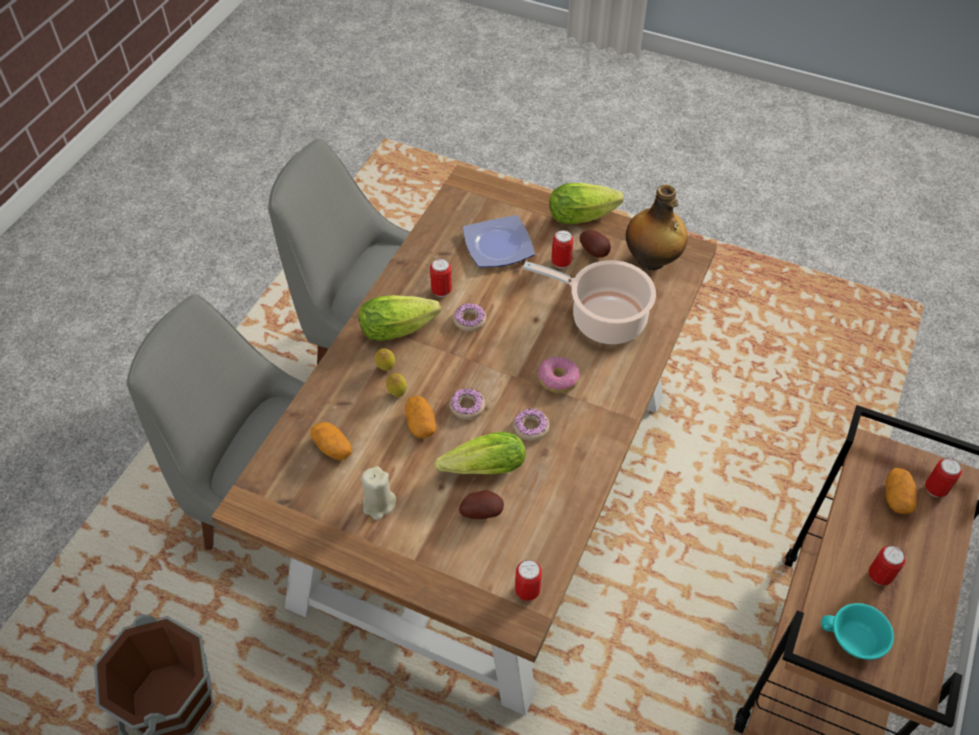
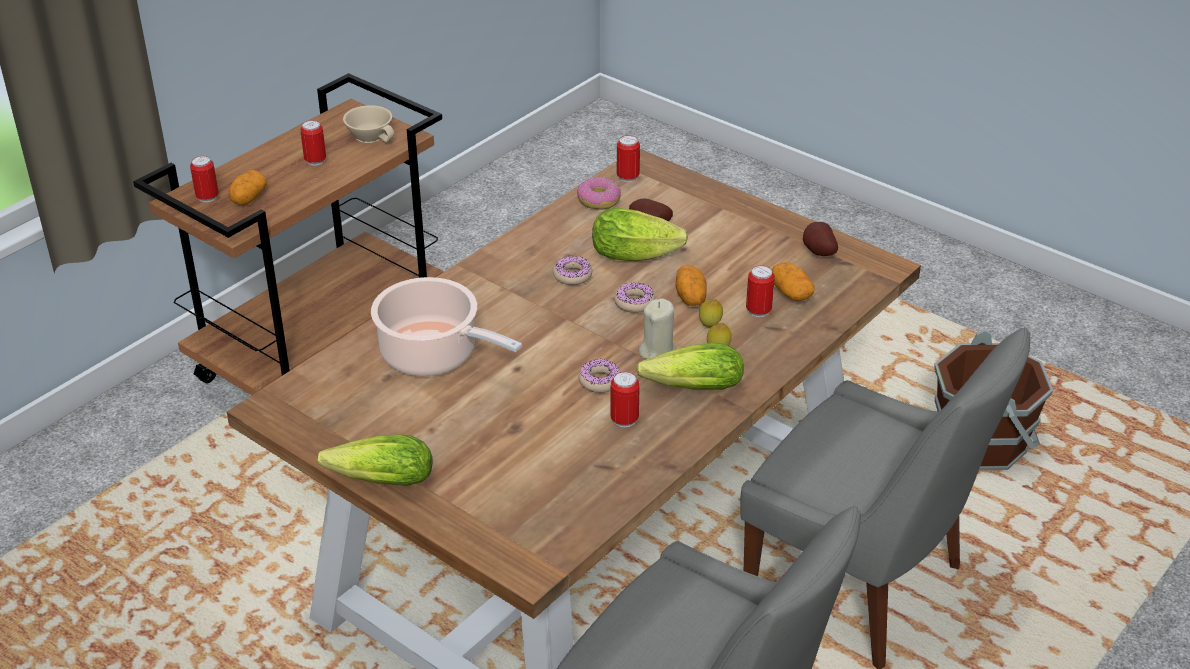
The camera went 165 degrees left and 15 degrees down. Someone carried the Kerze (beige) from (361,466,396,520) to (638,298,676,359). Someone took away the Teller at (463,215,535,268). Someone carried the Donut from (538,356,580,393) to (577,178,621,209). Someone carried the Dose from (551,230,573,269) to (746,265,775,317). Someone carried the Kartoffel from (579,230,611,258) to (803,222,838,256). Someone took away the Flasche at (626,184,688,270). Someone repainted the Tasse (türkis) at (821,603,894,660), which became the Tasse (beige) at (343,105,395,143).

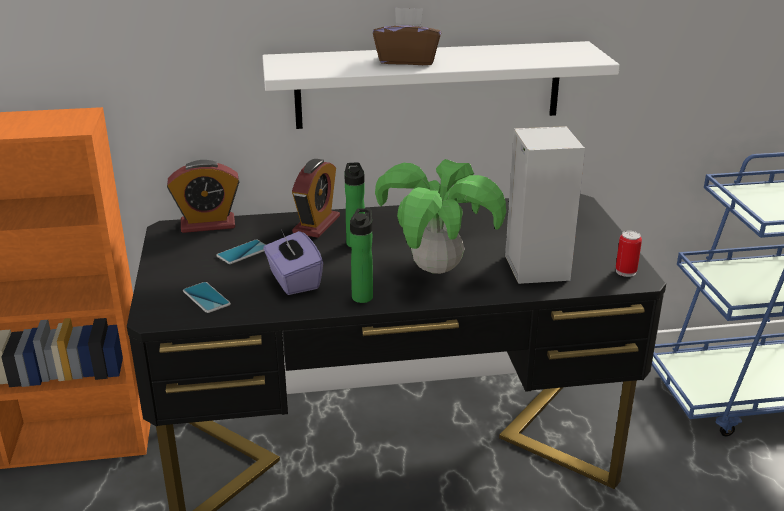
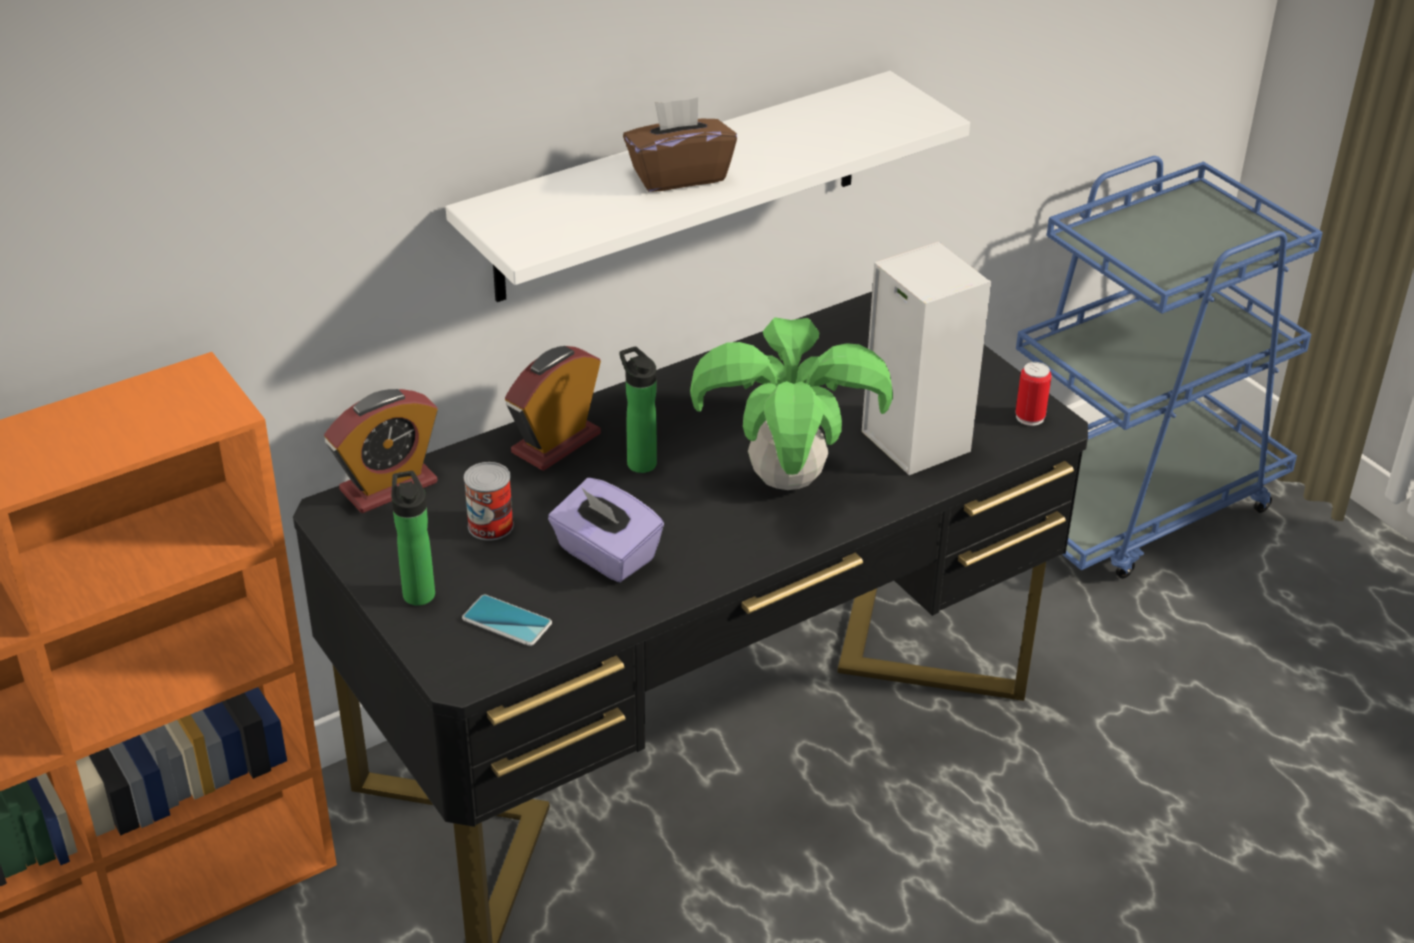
The camera went 25 degrees left and 10 degrees up. Someone swapped the Handy at (216,240,266,264) for the Dose at (464,462,514,540). Someone rotated the Wecker at (292,159,340,238) by 135 degrees counterclockwise. Someone carried the Flasche from (350,208,373,303) to (391,471,435,606).

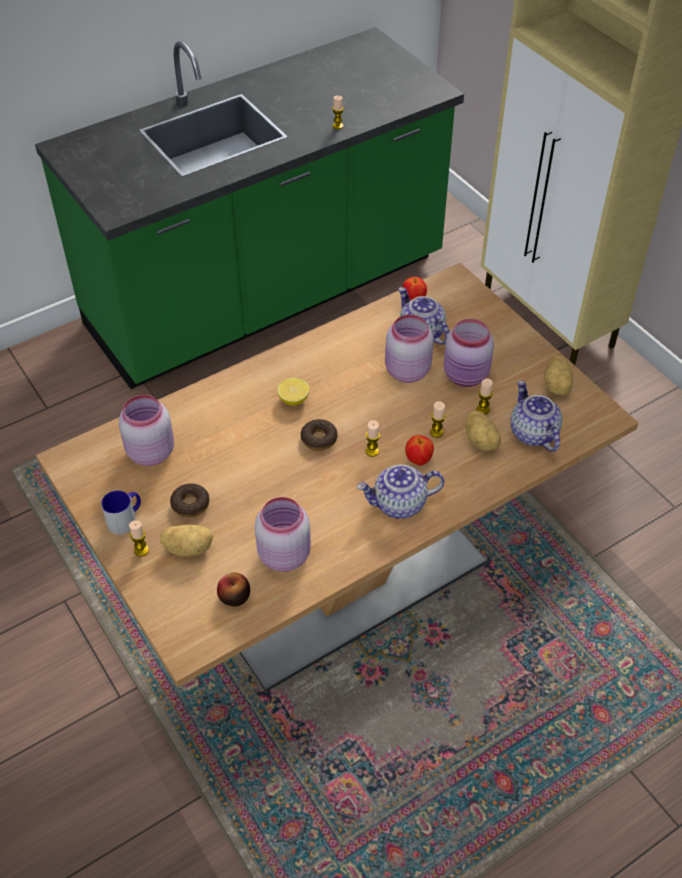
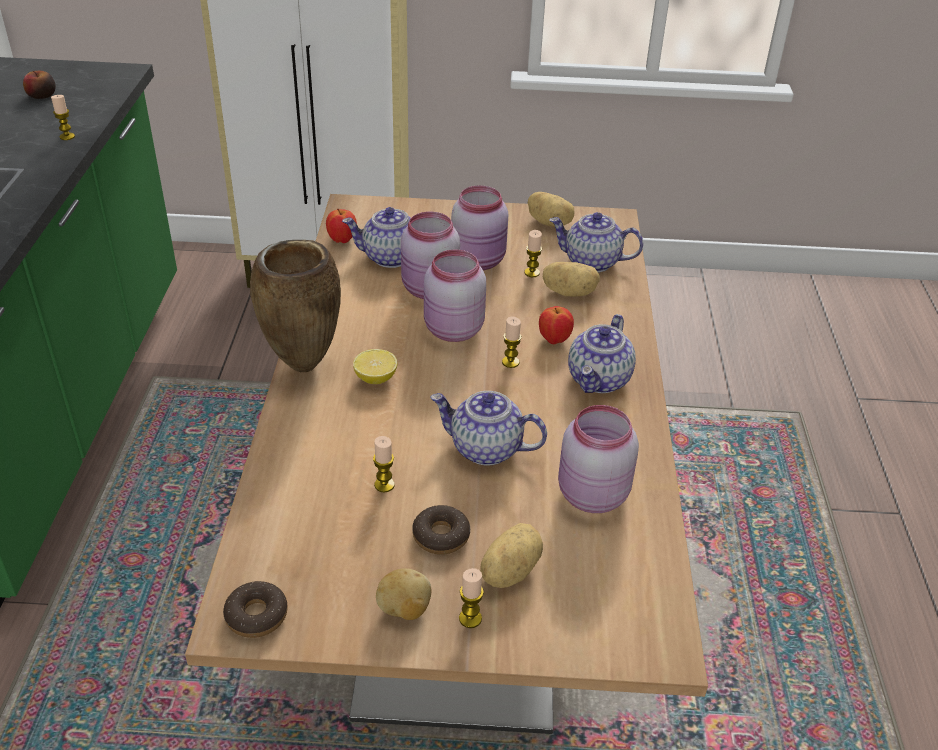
The camera went 55 degrees left and 10 degrees down. Someone swapped the Henkelbecher at (101,490,141,534) for the Kartoffel at (376,568,432,620). Someone carried the Vorratsglas (rosa) from (119,395,174,466) to (424,250,486,342). Someone carried the Apfel from (217,572,250,607) to (23,71,56,99). Someone carried the Donut from (301,419,338,451) to (223,581,288,638). Someone carried the Kerze from (430,401,445,438) to (373,436,395,492). Someone put down the Vase (braun) at (250,240,341,372). Someone put down the Teekanne at (430,391,547,466).

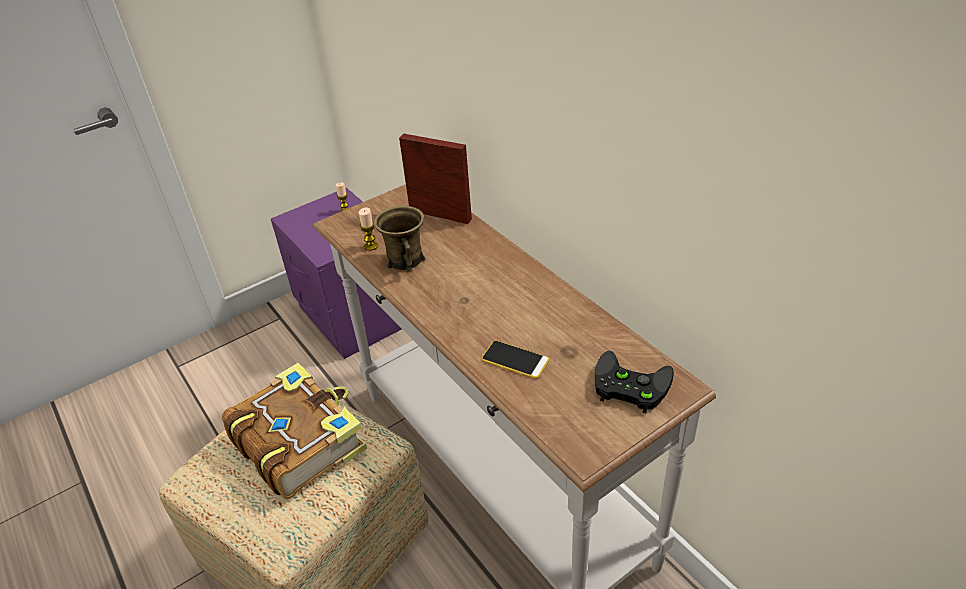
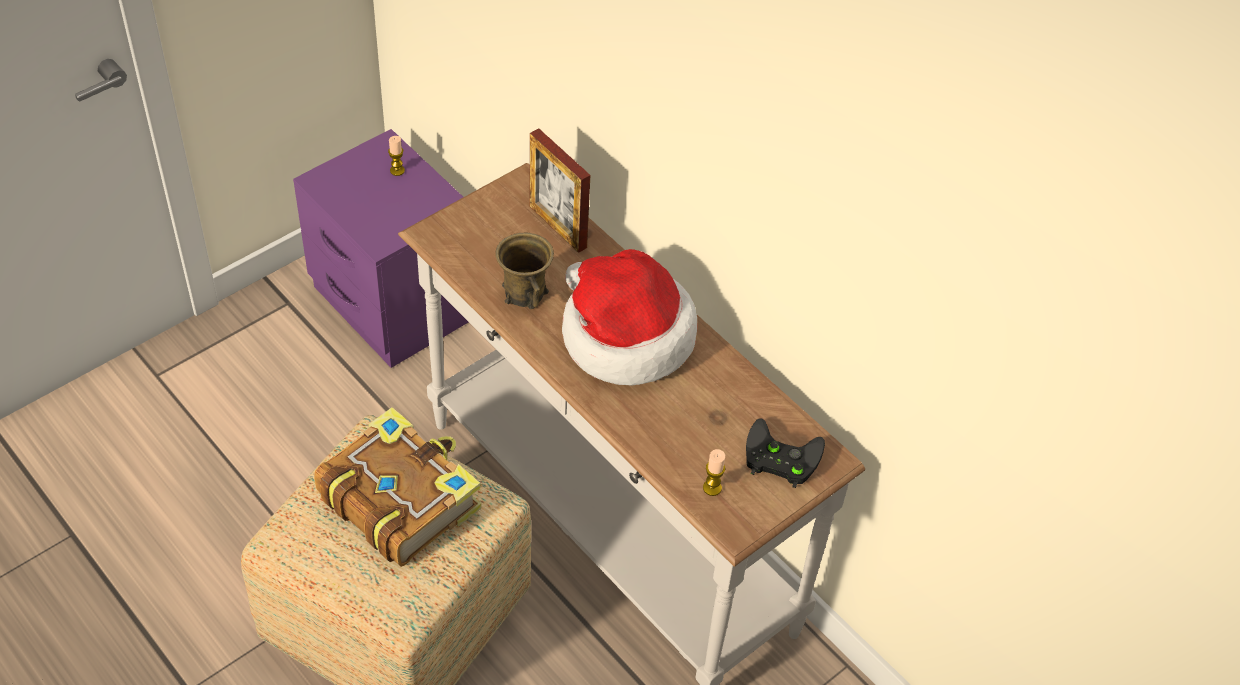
The camera went 10 degrees left and 10 degrees up. Someone carried the Kerze from (359,208,378,251) to (703,449,725,496). Someone rotated the Bilderrahmen at (399,134,472,224) by 150 degrees counterclockwise. Someone took away the Handy at (481,340,549,379). Someone put down the Hut at (562,249,697,386).

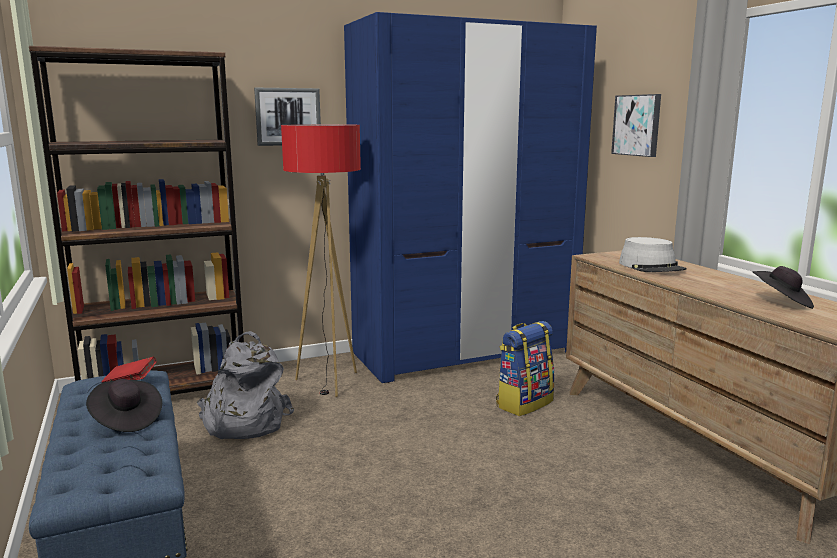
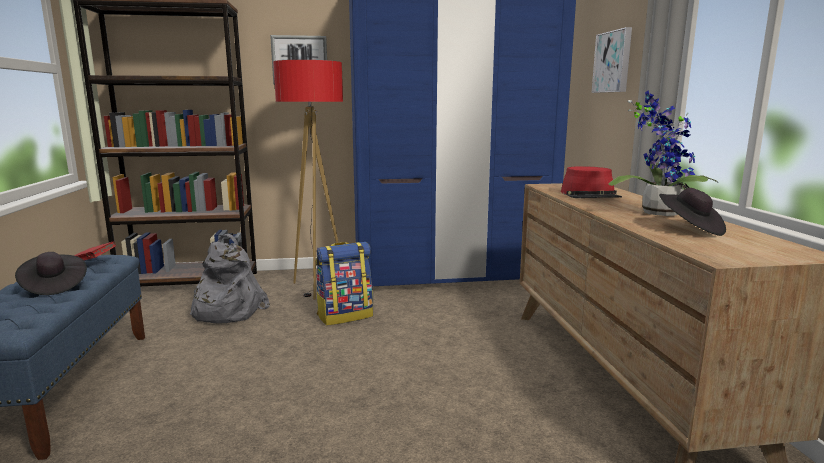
The camera went 15 degrees right and 0 degrees up. Someone carried the Rucksack from (496,321,554,416) to (316,242,373,326). Someone repainted the Hut (grau) at (619,237,687,272), which became the Hut (rot) at (561,166,622,198). Someone put down the Topfpflanze at (609,90,719,216).

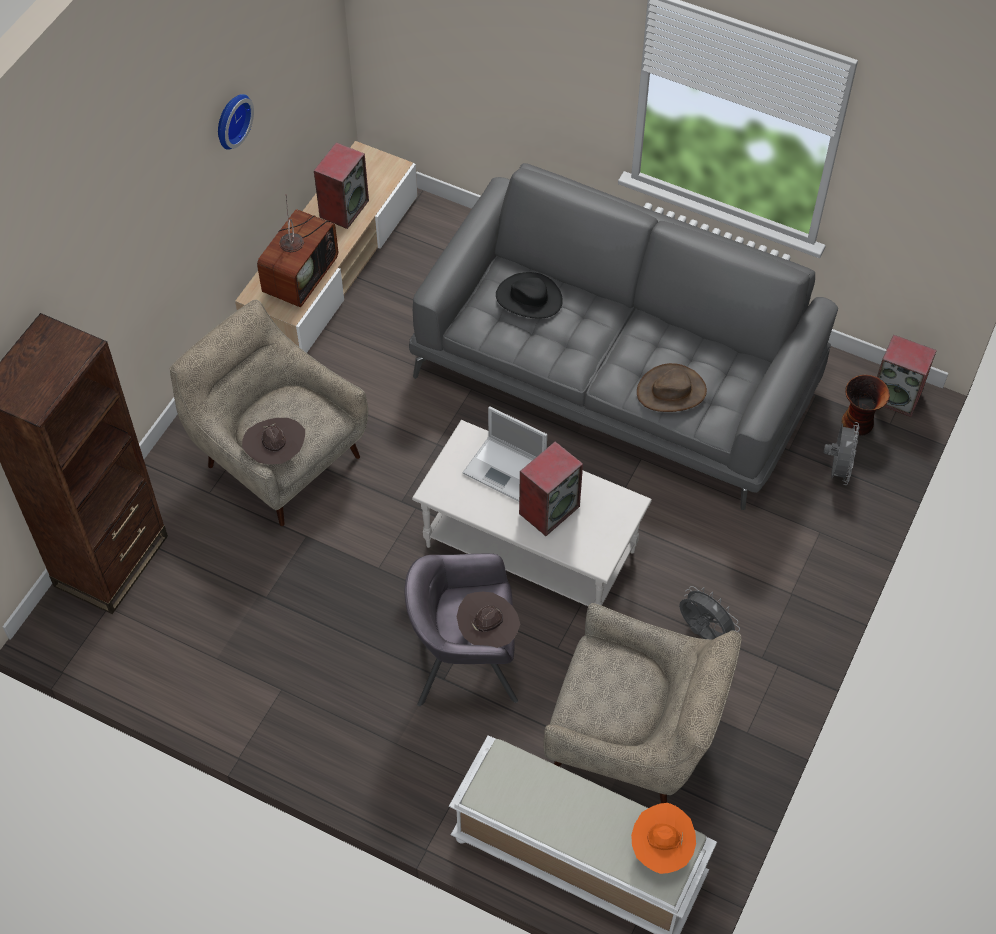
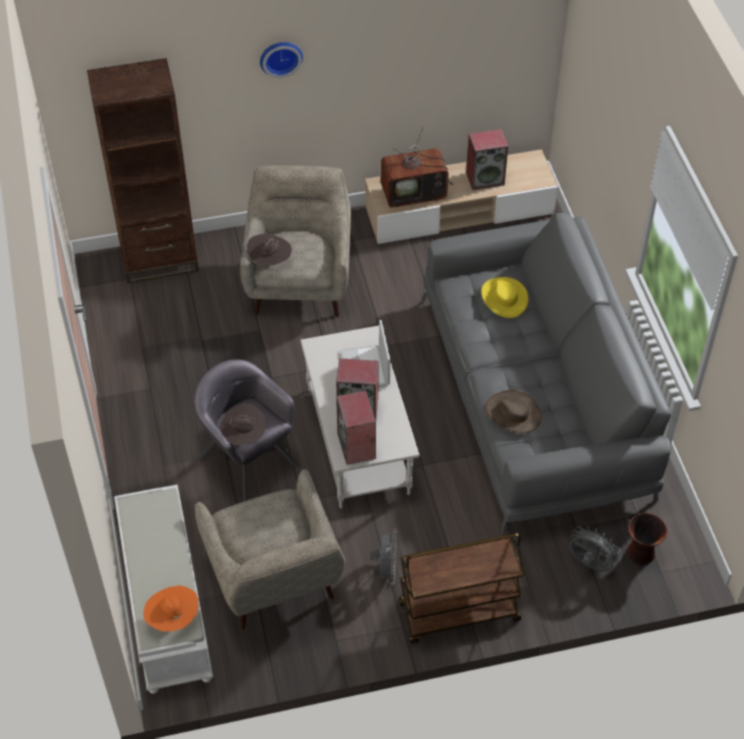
The camera went 50 degrees right and 5 degrees down. Someone carried the Wanduhr from (218,94,254,150) to (260,42,303,78). Someone repainted the Hut (schwarz) at (496,272,563,318), which became the Hut (gelb) at (481,277,528,318). Someone rotated the Ventilator (grau) at (824,422,860,485) by 120 degrees counterclockwise. Someone carried the Lautsprecher from (877,335,937,417) to (336,390,376,465). Someone put down the Rollwagen (braun) at (398,533,524,644).

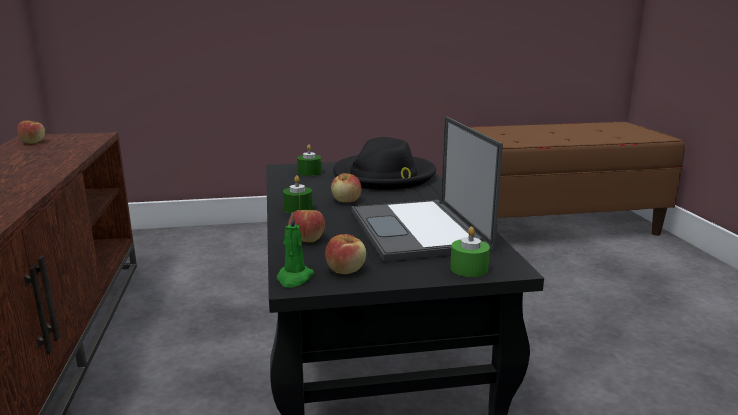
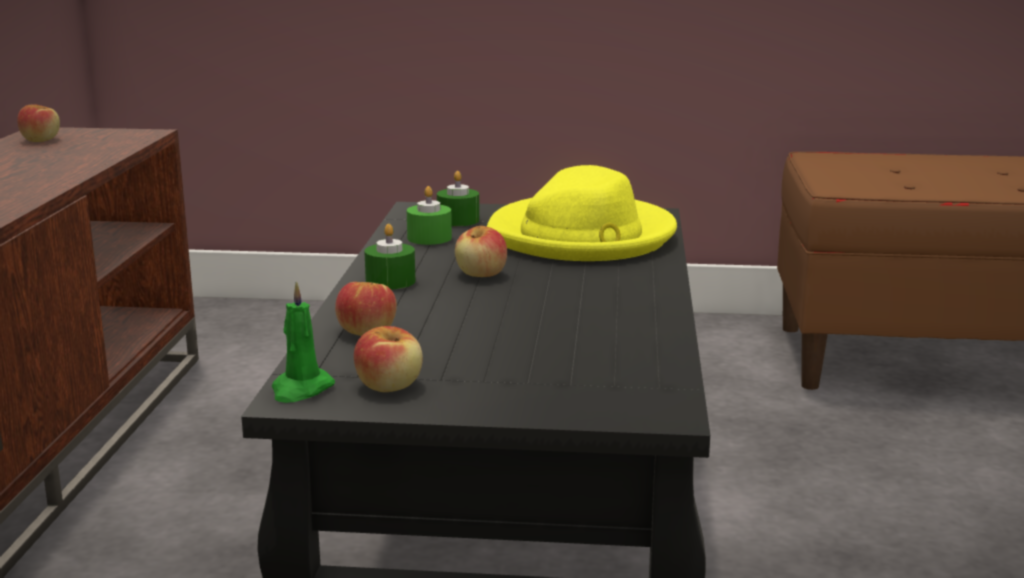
The camera went 15 degrees right and 0 degrees up. Someone repainted the Hut (schwarz) at (333,137,436,190), which became the Hut (gelb) at (487,165,677,261). Someone took away the Laptop at (352,116,503,262). Someone carried the Kerze (grün) from (450,227,490,277) to (407,186,452,245).

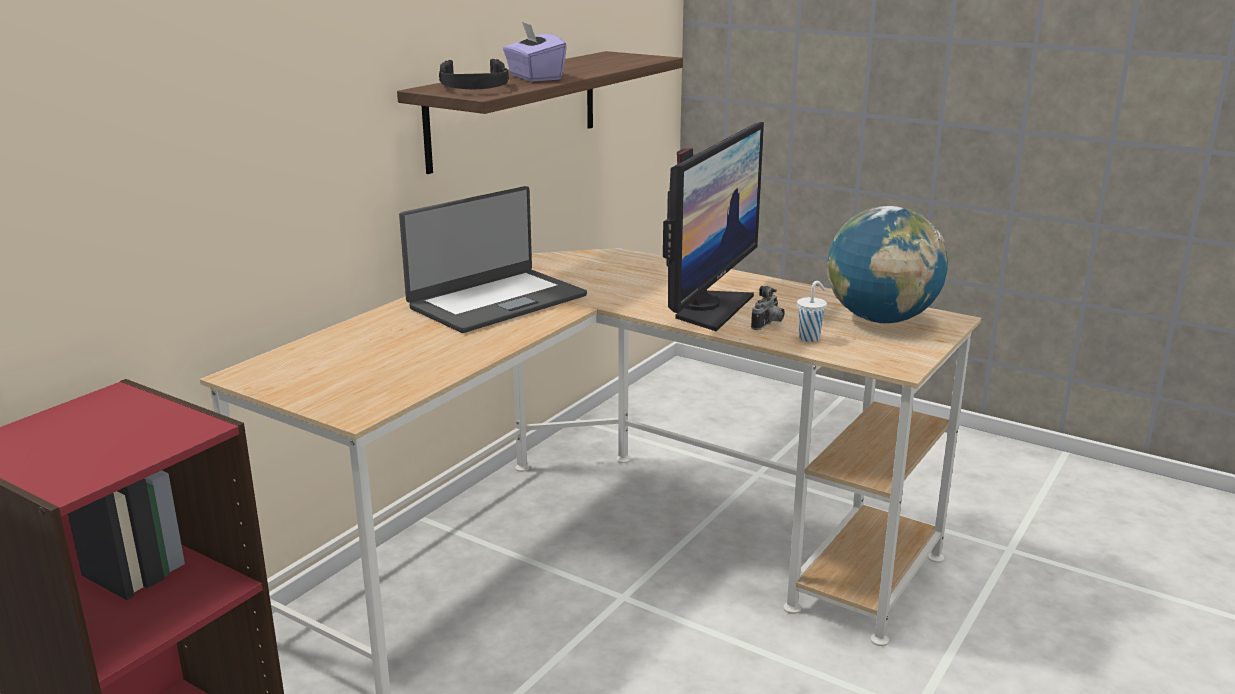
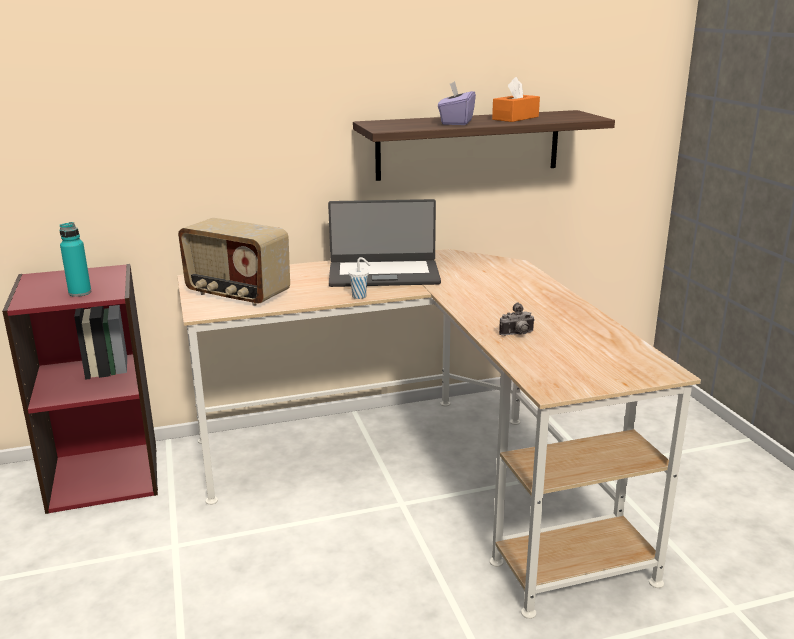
The camera went 40 degrees right and 0 degrees up. Someone took away the Kopfhörer (schwarz) at (439,59,509,89). Someone took away the Monitor at (663,122,764,331). Someone carried the Tasse (weiß) from (797,281,827,342) to (348,257,371,299). Someone took away the Globus at (827,206,948,324). Someone put down the Flasche (türkis) at (59,222,91,297). Someone put down the Radio at (178,218,290,306). Someone put down the Taschentuchbox (orange) at (492,77,540,122).

